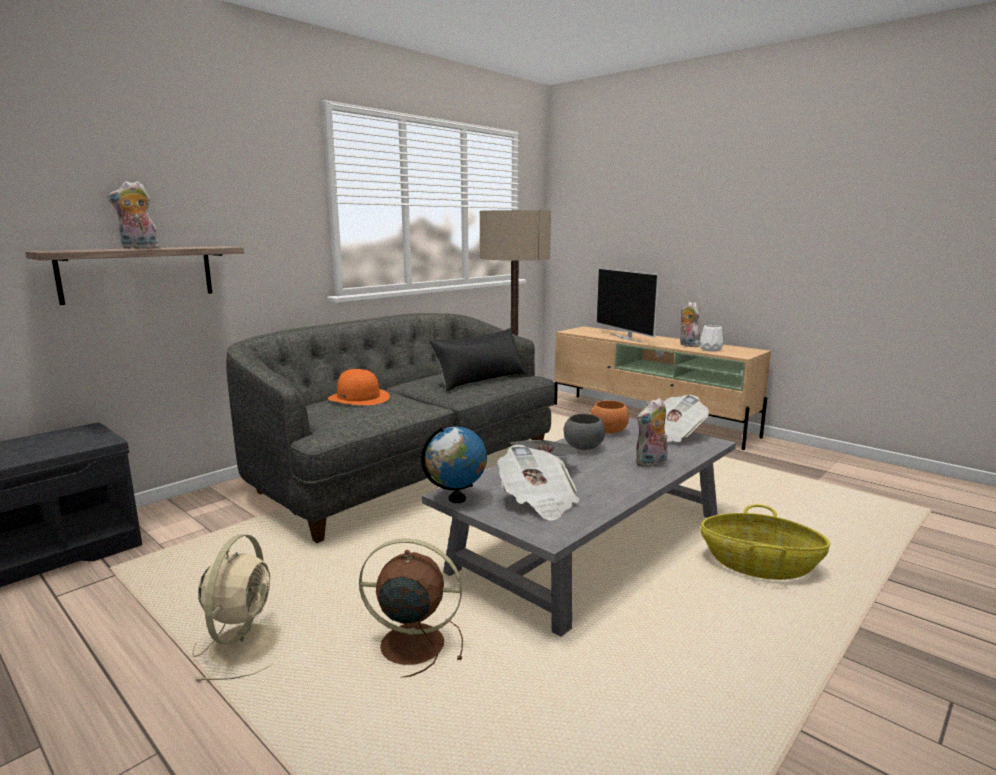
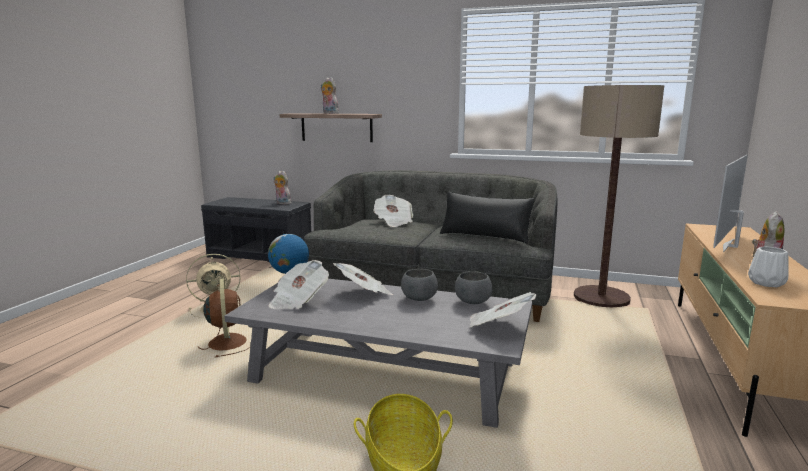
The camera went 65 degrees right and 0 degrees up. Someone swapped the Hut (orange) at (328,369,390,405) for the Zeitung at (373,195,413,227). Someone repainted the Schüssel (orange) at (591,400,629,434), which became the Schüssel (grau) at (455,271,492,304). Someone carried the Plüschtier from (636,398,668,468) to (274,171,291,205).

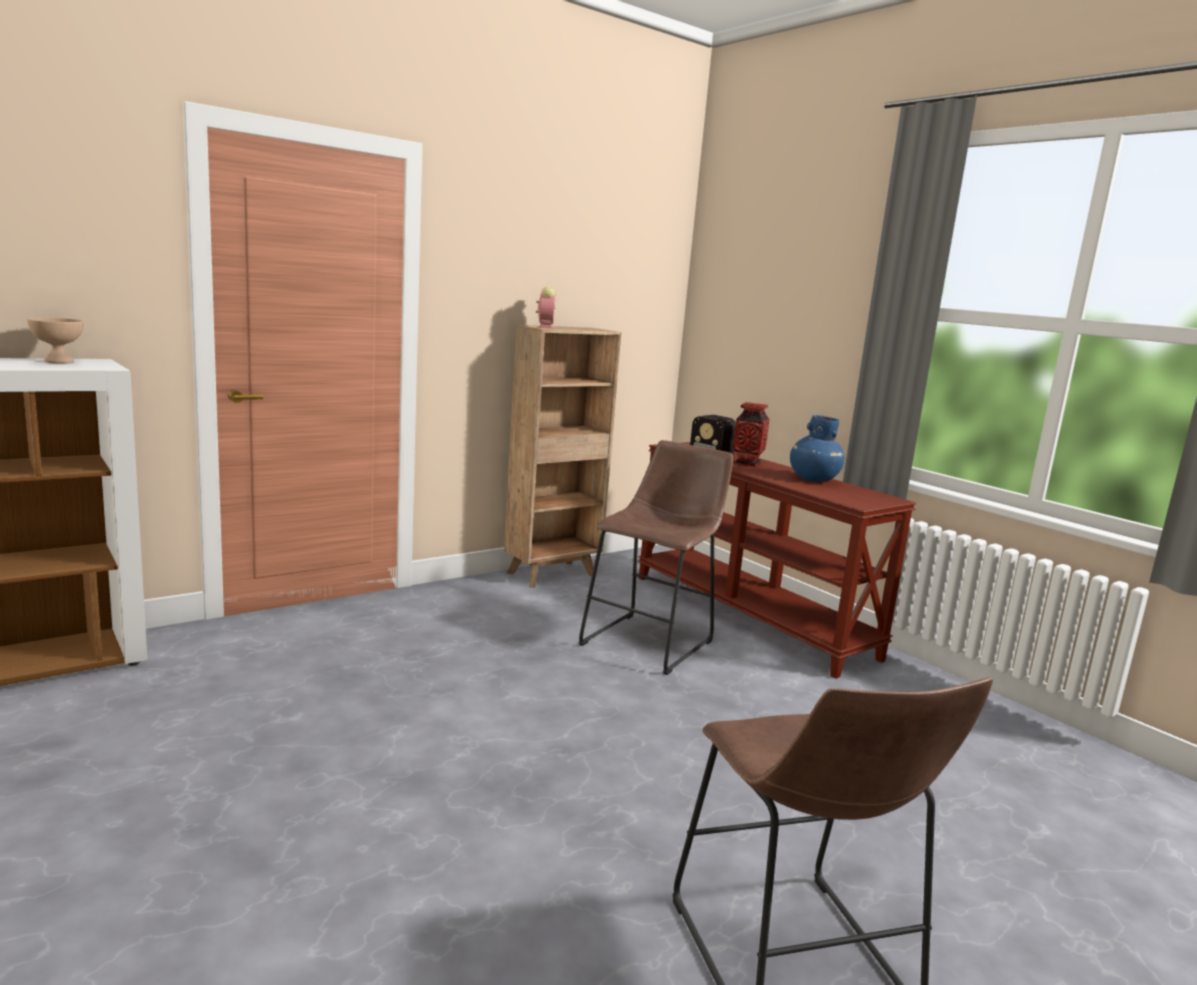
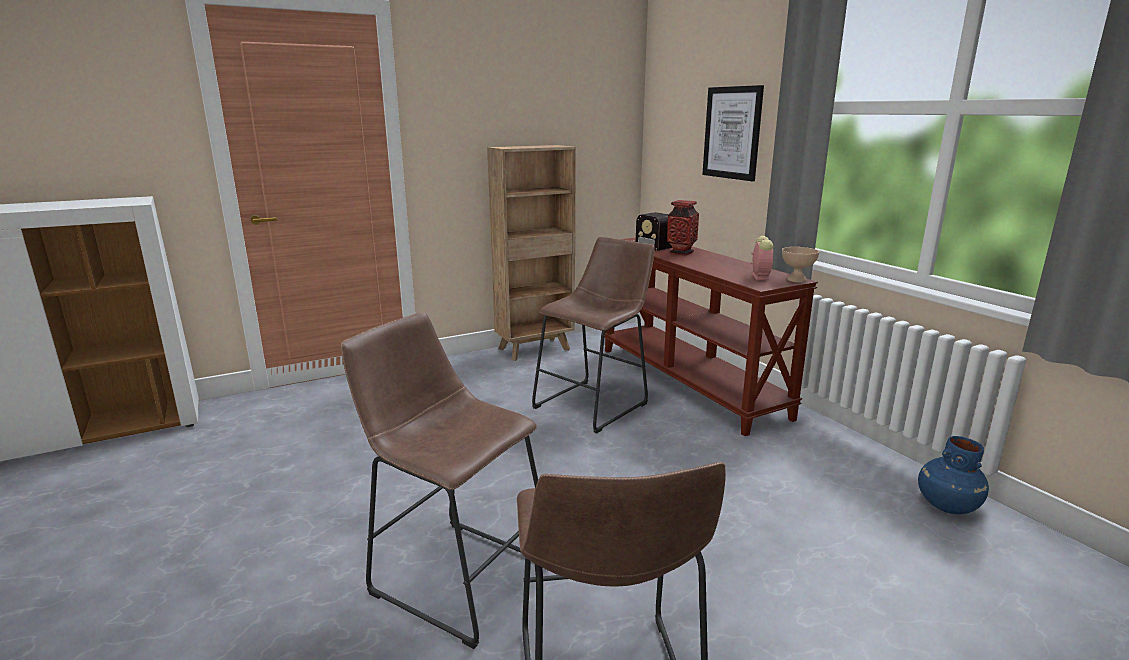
The camera went 10 degrees right and 5 degrees up. Someone carried the Schüssel (beige) from (27,318,84,363) to (782,247,819,283). Someone carried the Wecker from (536,286,555,328) to (750,236,773,280). Someone carried the Vase (blau) from (790,415,844,482) to (918,436,989,514). Someone put down the Hocker (braun) at (341,312,538,649). Someone put up the Bild at (702,85,764,181).

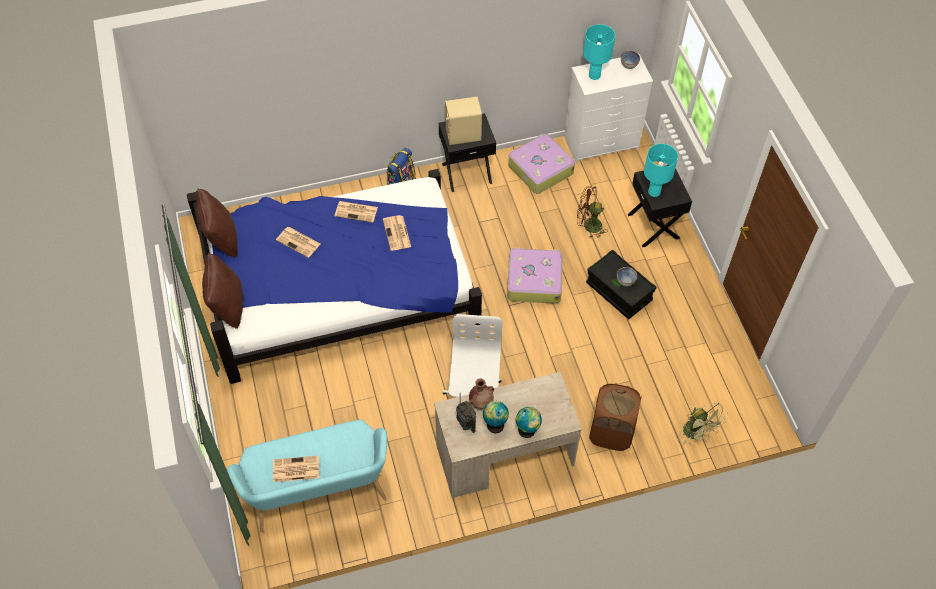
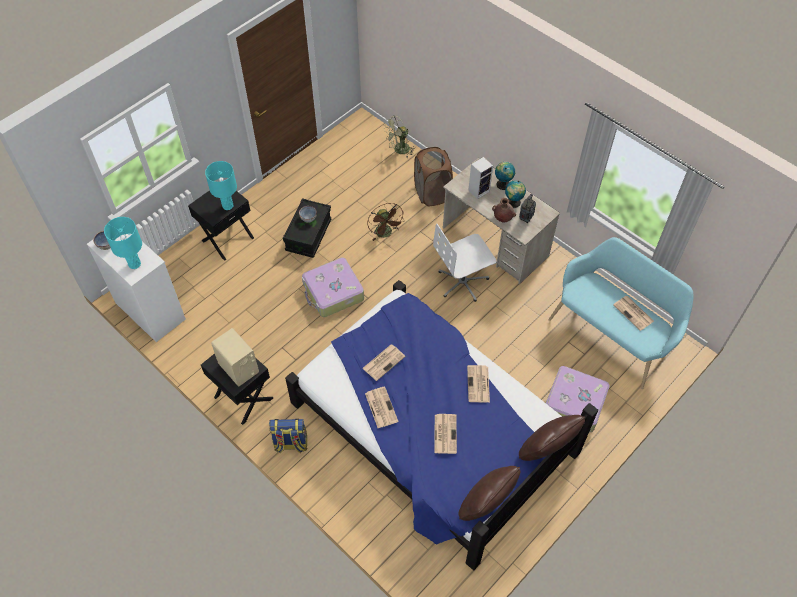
The camera went 120 degrees left and 0 degrees up. Someone carried the Koffer from (508,134,575,194) to (546,366,610,432). Someone carried the Ventilator (braun) from (577,186,608,238) to (367,203,405,241). Someone rotated the Ventilator (grün) at (682,403,727,445) by 150 degrees counterclockwise. Someone put down the Zeitung at (467,365,490,402). Someone put down the Lautsprecher at (468,157,493,199).

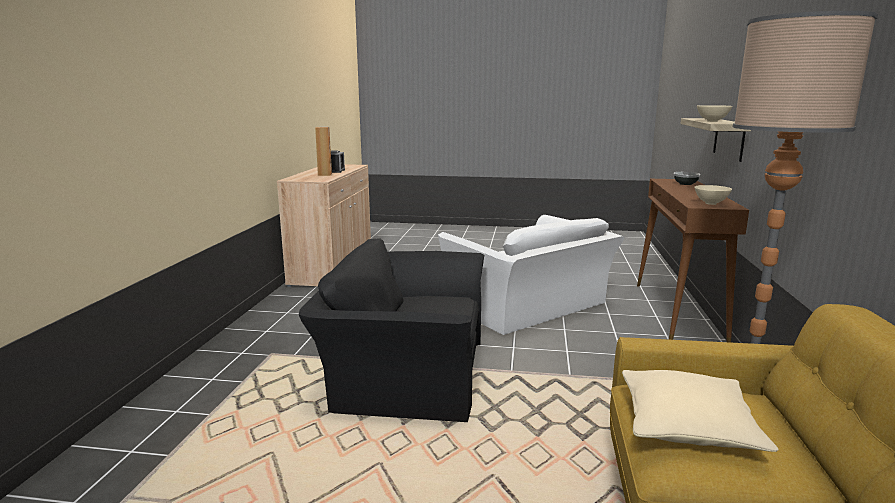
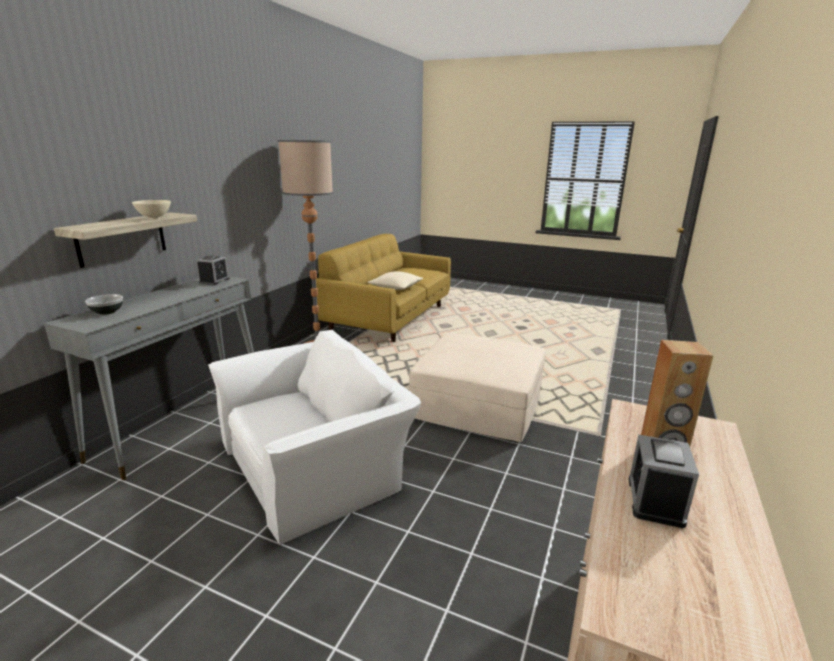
The camera went 165 degrees left and 5 degrees up. Someone swapped the Sessel (schwarz) at (299,238,484,422) for the Polsterhocker (beige) at (409,333,545,442). Someone rotated the Sessel (weiß) at (438,215,625,335) by 75 degrees clockwise. Someone repainted the Konsolentisch (braun) at (637,179,749,343), which became the Konsolentisch (grau) at (44,277,254,480). Someone swapped the Schüssel (beige) at (694,185,732,205) for the Wecker at (196,255,230,285).

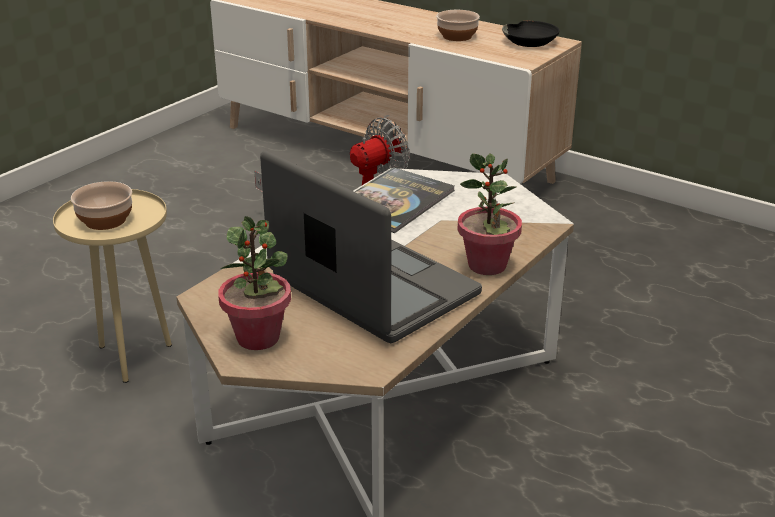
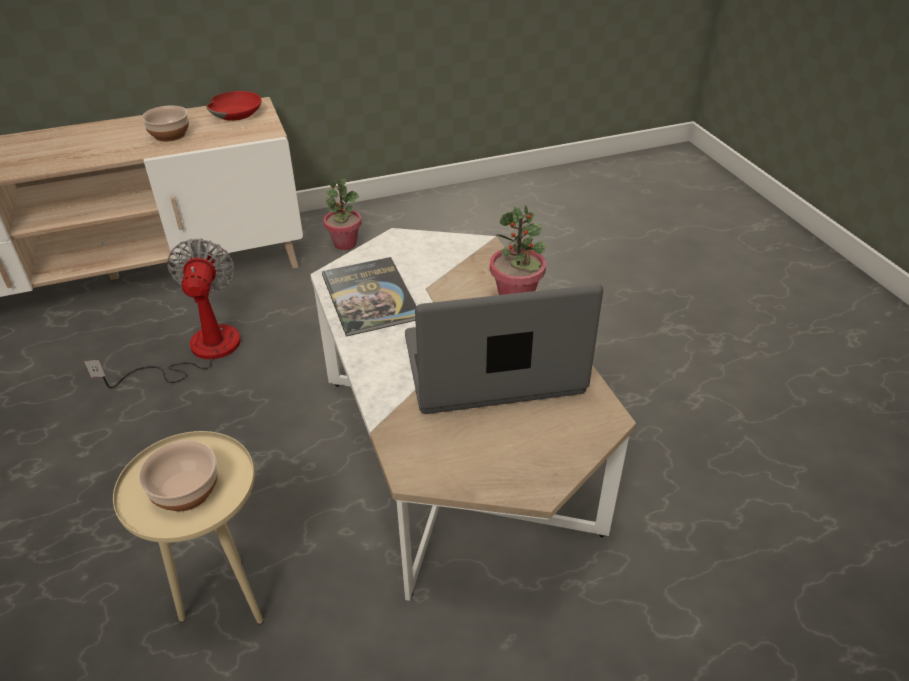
The camera went 55 degrees left and 10 degrees up. Someone carried the Topfpflanze from (218,216,291,350) to (324,179,362,250). Someone repainted the Schüssel (schwarz) at (502,21,560,47), which became the Schüssel (rot) at (206,91,262,121).

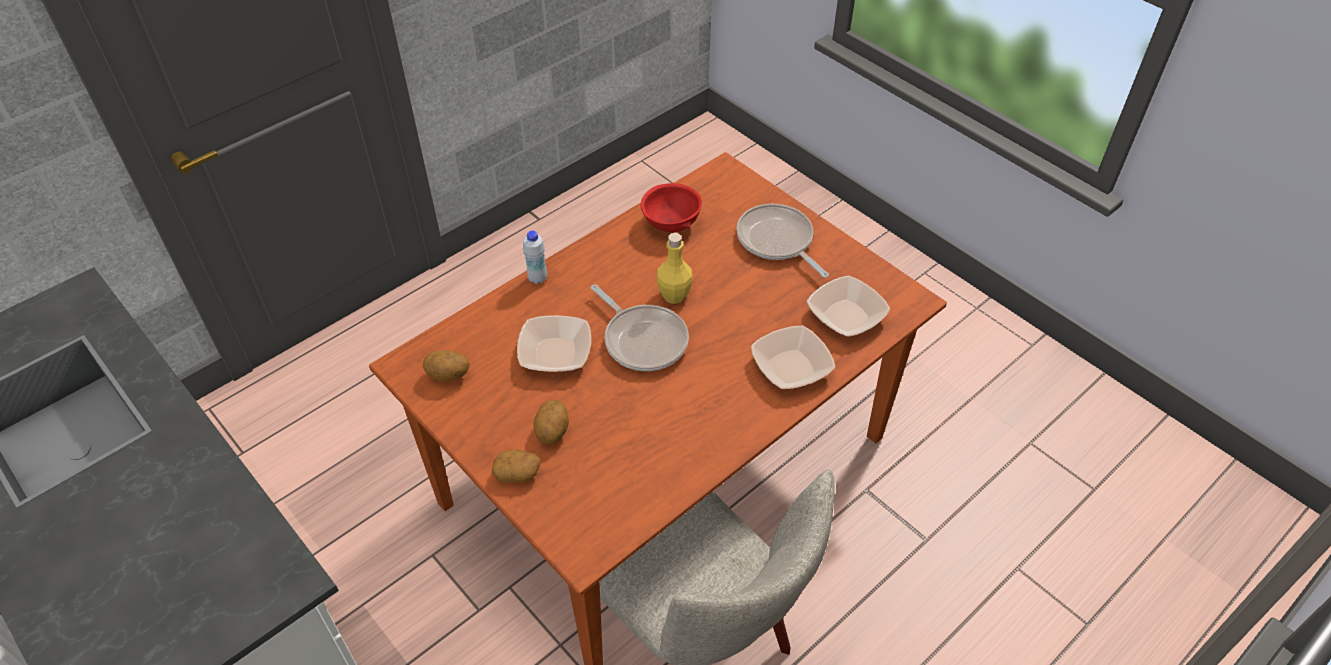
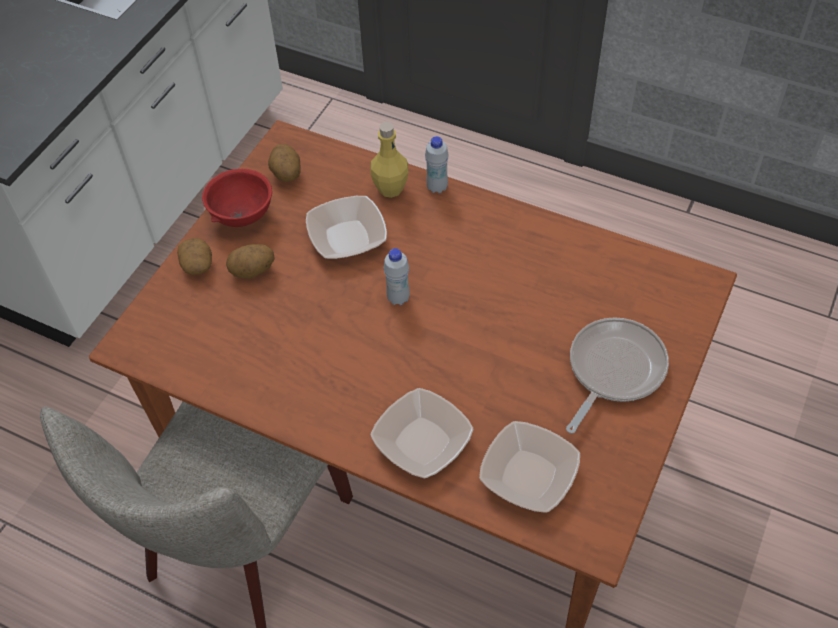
The camera went 70 degrees right and 5 degrees up. Someone swapped the Pfanne at (591,284,689,371) for the Flasche (weiß) at (384,248,410,305). Someone carried the Schüssel (rot) from (641,183,702,232) to (202,169,272,227). Someone carried the Flasche (gelb) from (657,233,692,304) to (370,122,409,198).

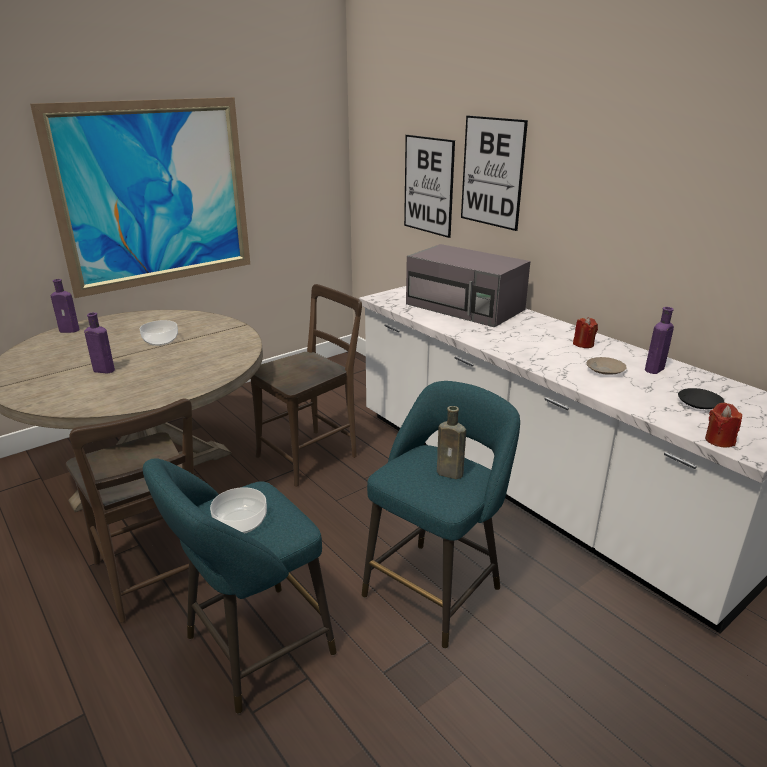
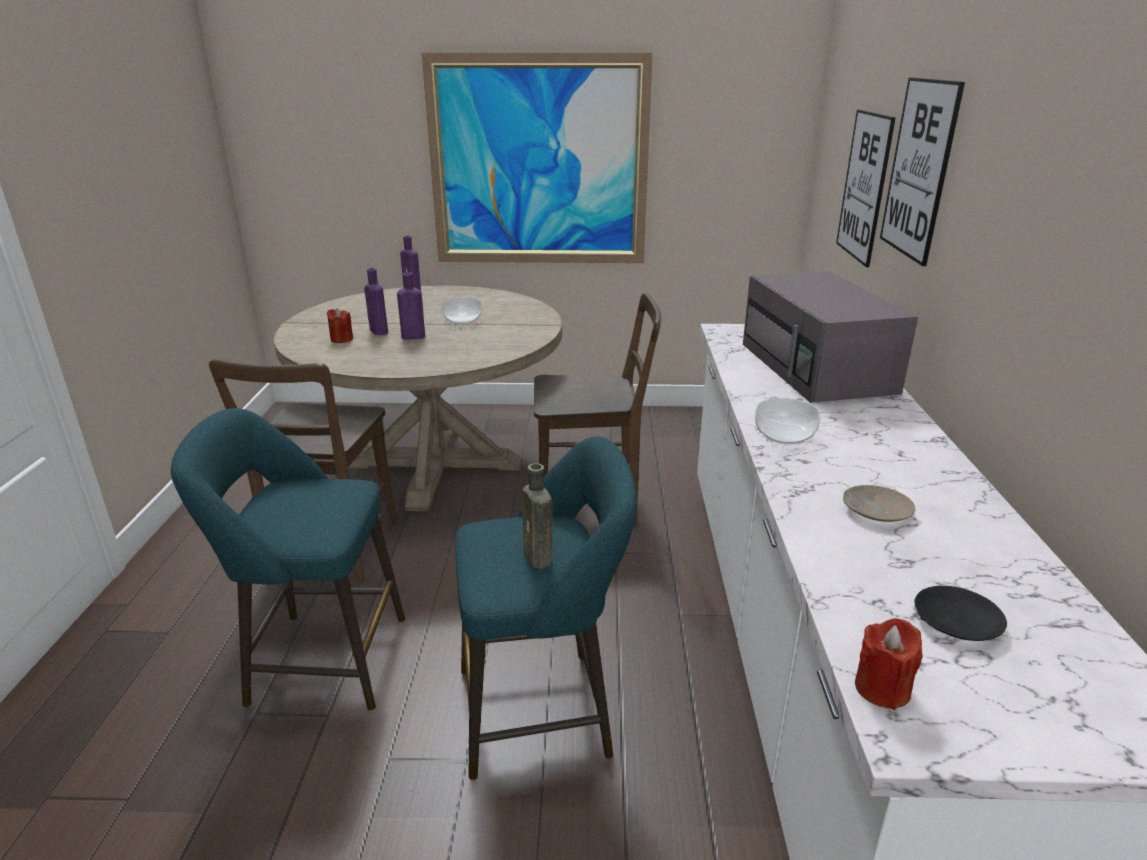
The camera went 40 degrees right and 0 degrees up. Someone carried the Schüssel from (210,487,267,534) to (755,398,821,445). Someone carried the Kerze (rot) from (573,317,598,348) to (327,308,353,343). Someone carried the Flasche (lila) from (645,307,674,374) to (397,272,425,340).

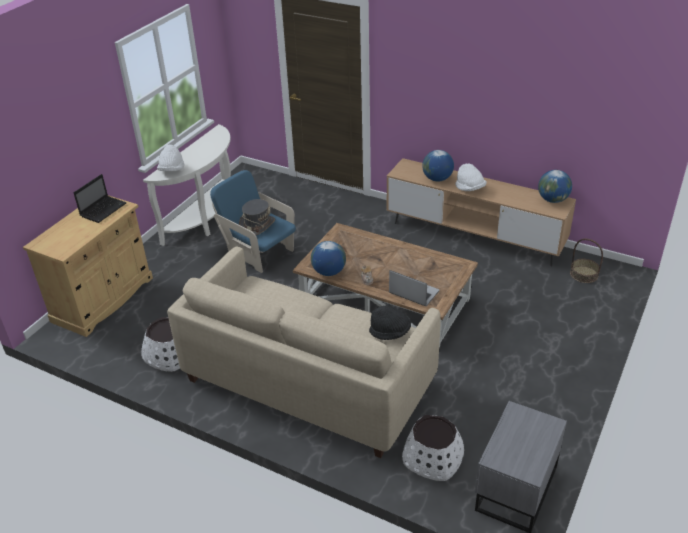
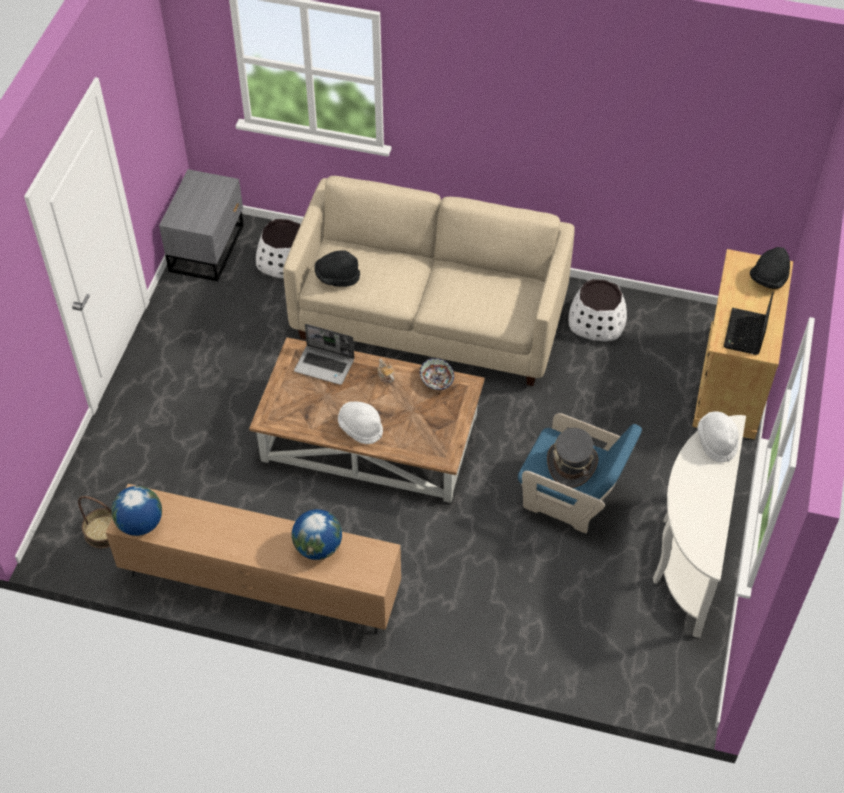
The camera went 165 degrees right and 15 degrees up. Someone swapped the Globus at (311,241,346,276) for the Schüssel at (420,358,454,390). Someone carried the Hut (weiß) from (455,164,487,191) to (338,401,383,444). Someone put down the Hut (schwarz) at (750,247,790,289).

